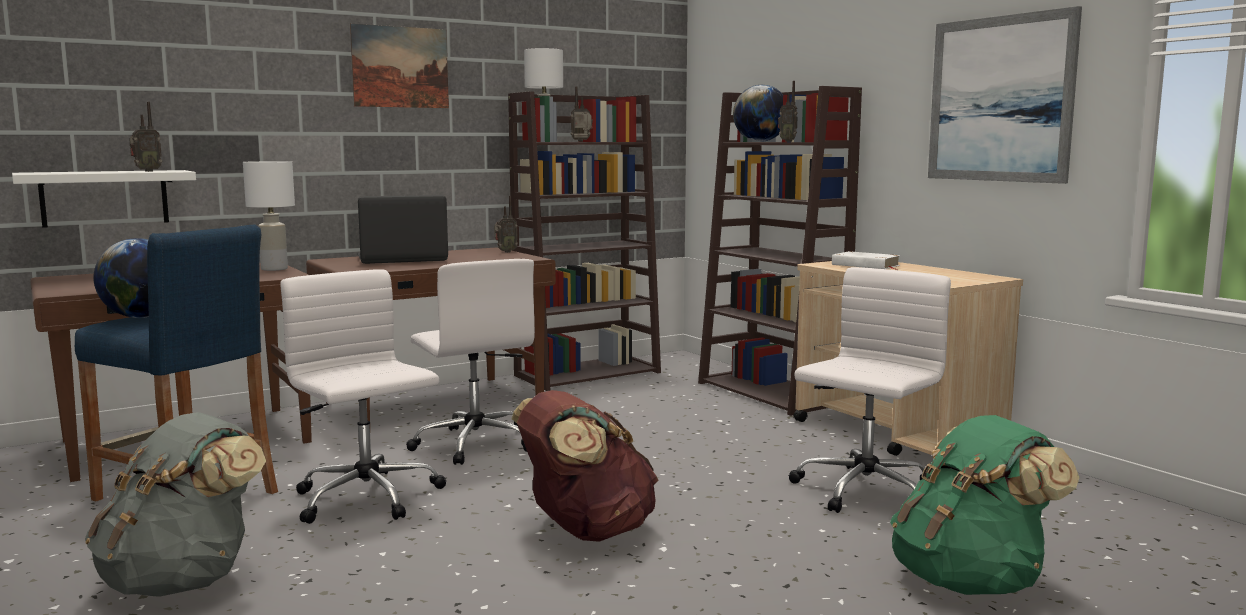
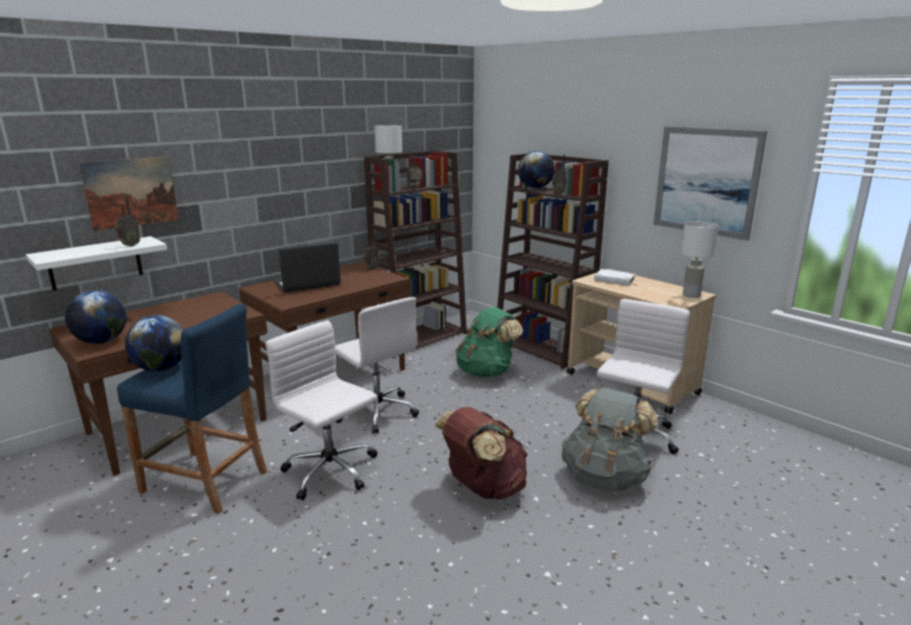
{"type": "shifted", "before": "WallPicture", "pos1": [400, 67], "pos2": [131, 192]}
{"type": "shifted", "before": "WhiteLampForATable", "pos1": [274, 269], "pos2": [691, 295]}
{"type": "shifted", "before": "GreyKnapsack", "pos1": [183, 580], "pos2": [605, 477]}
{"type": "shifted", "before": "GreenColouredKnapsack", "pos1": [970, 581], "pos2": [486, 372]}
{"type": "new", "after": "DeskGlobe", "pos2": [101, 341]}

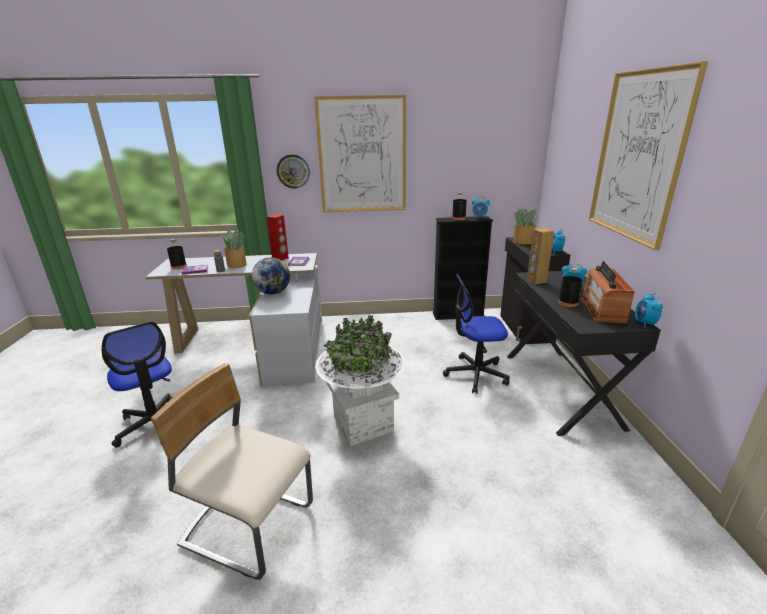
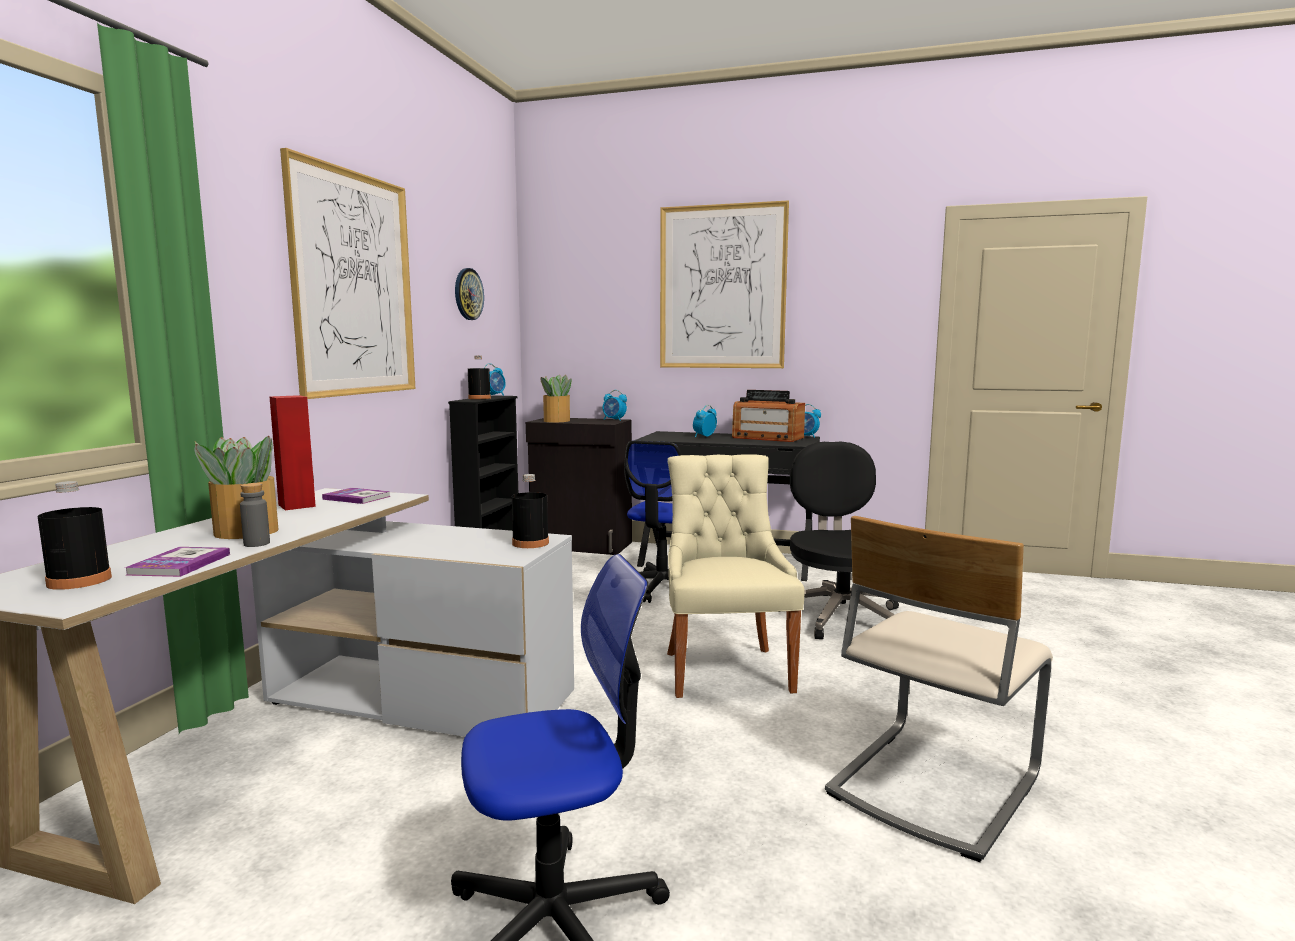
{"type": "shifted", "before": "ClockOnTheWall", "pos1": [293, 171], "pos2": [468, 294]}
{"type": "gone", "before": "BrownSpeaker", "pos1": [536, 281]}
{"type": "gone", "before": "DeskGlobe", "pos1": [273, 292]}
{"type": "shifted", "before": "BlackishDrinkBottle", "pos1": [568, 303], "pos2": [530, 543]}
{"type": "swapped", "before": "WhitePlantPot", "after": "SandColouredUprightChair", "pos1": [363, 424], "pos2": [725, 669]}
{"type": "new", "after": "BlackishComputerChair", "pos2": [839, 616]}

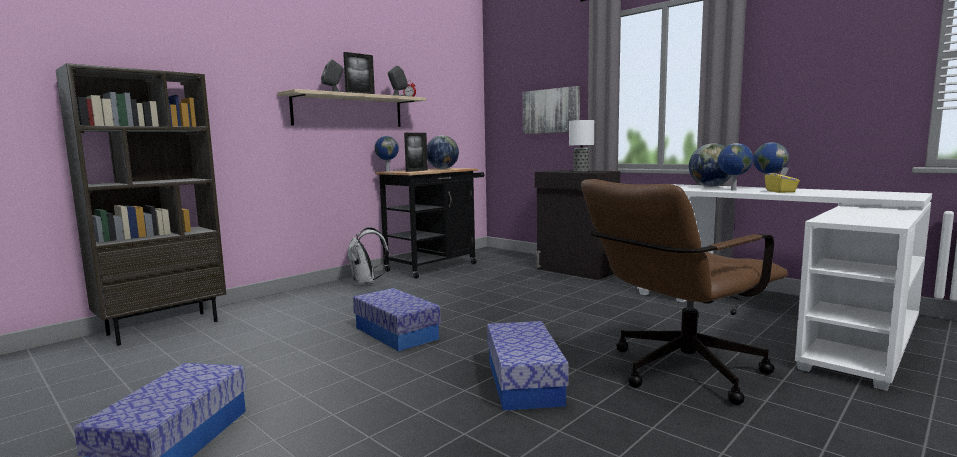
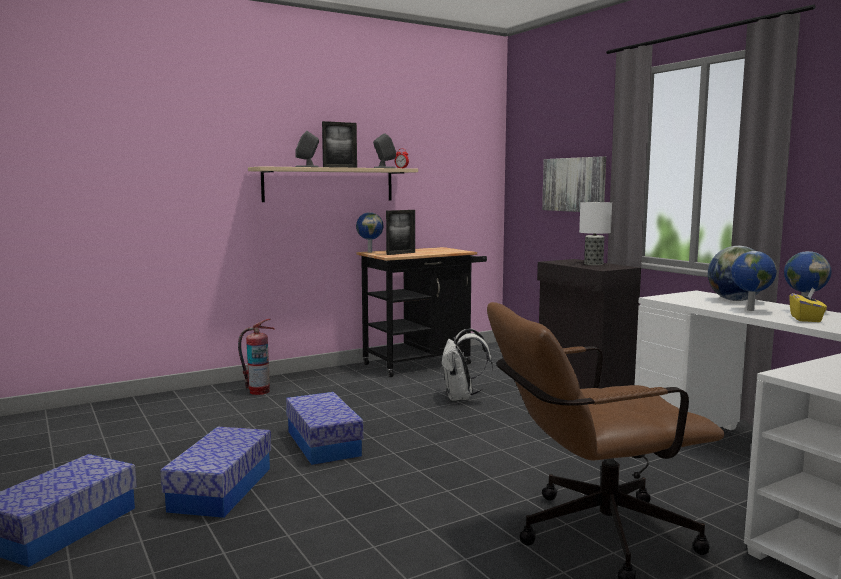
{"type": "gone", "before": "BrownShelvingUnit", "pos1": [164, 327]}
{"type": "gone", "before": "DeskGlobe", "pos1": [442, 169]}
{"type": "shifted", "before": "WhiteKnapsack", "pos1": [366, 283], "pos2": [462, 398]}
{"type": "shifted", "before": "StorageBin", "pos1": [524, 382], "pos2": [221, 489]}
{"type": "new", "after": "FireFightingCylinder", "pos2": [259, 391]}

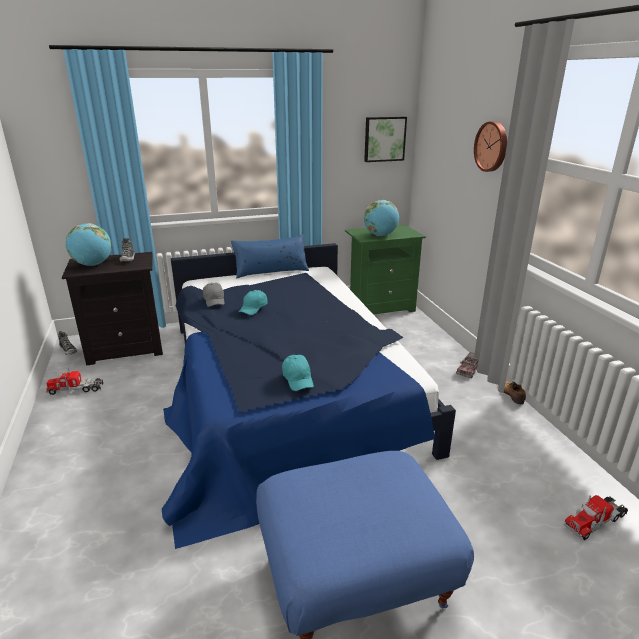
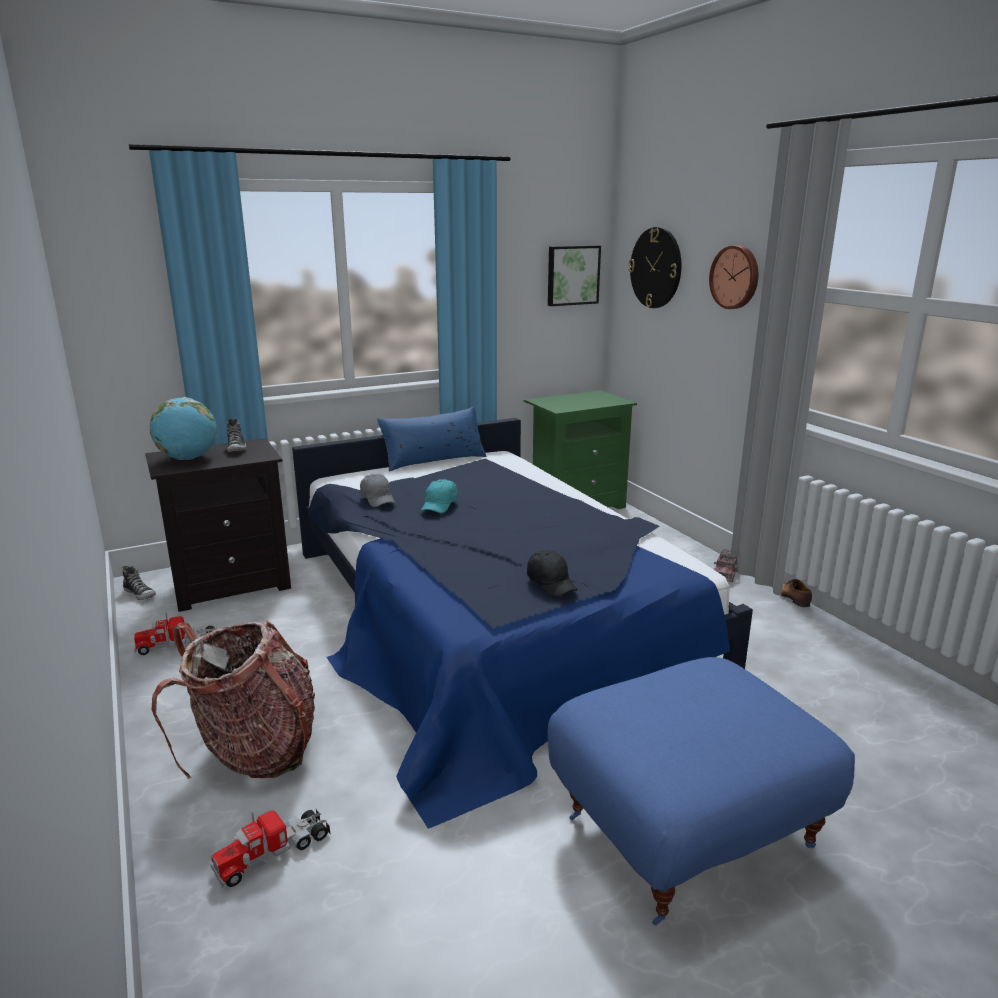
{"type": "gone", "before": "DeskGlobe", "pos1": [380, 235]}
{"type": "repainted", "before": "TurquoiseColouredCap", "after": "BlackishCap", "pos1": [298, 379], "pos2": [551, 583]}
{"type": "shifted", "before": "ModelTruck", "pos1": [595, 521], "pos2": [273, 852]}
{"type": "new", "after": "ClockOnTheWall", "pos2": [656, 268]}
{"type": "new", "after": "Knapsack", "pos2": [255, 751]}

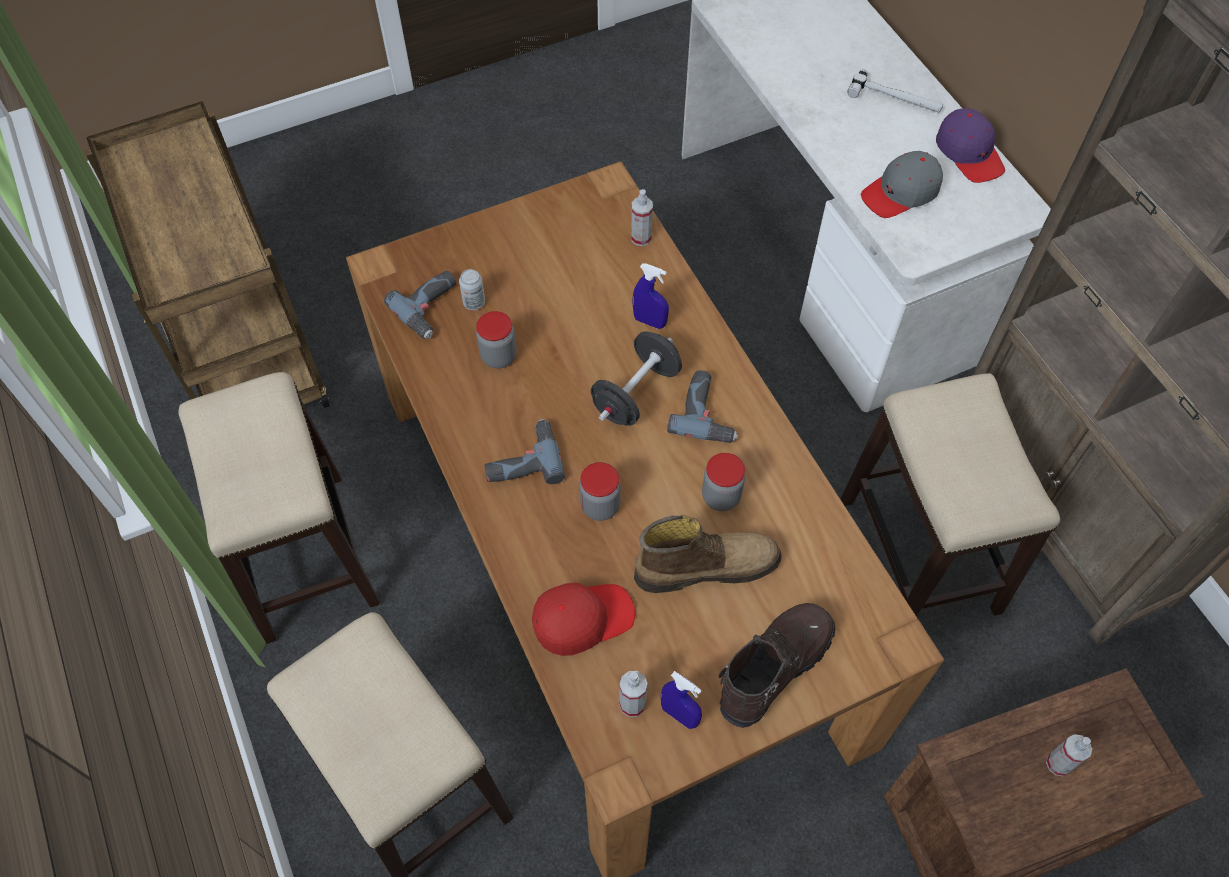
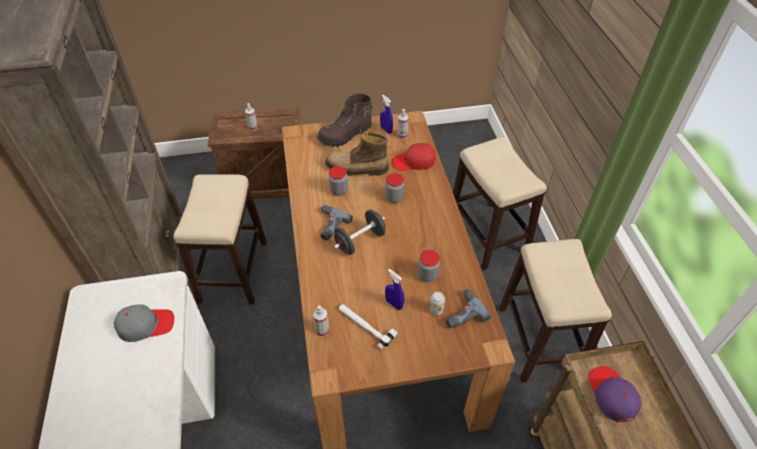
{"type": "shifted", "before": "ToolHammer", "pos1": [895, 99], "pos2": [365, 325]}
{"type": "shifted", "before": "PurpleCap", "pos1": [969, 153], "pos2": [611, 395]}
{"type": "shifted", "before": "BluishHandSprayer", "pos1": [649, 321], "pos2": [394, 304]}
{"type": "gone", "before": "Drill", "pos1": [522, 459]}

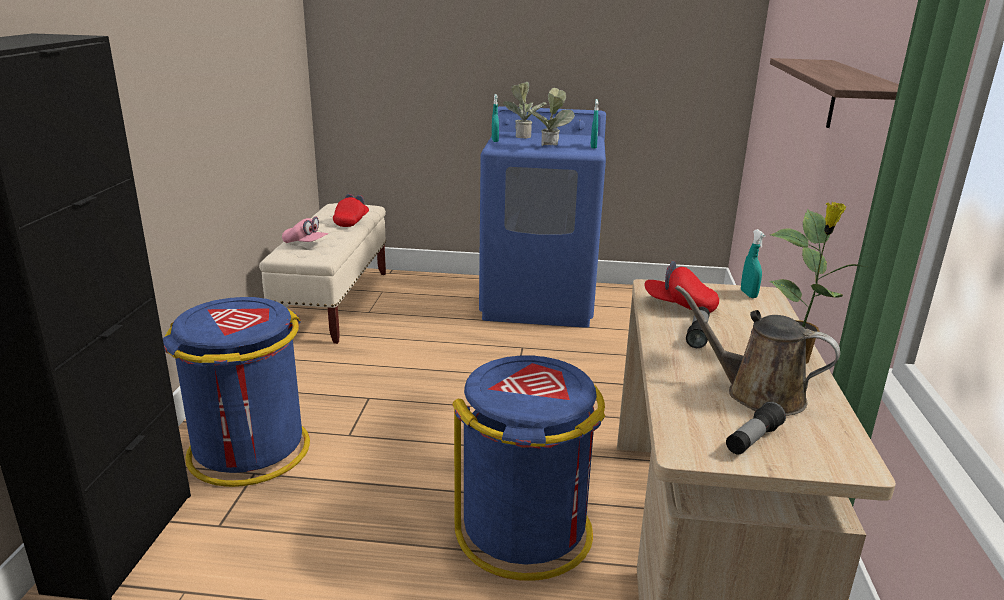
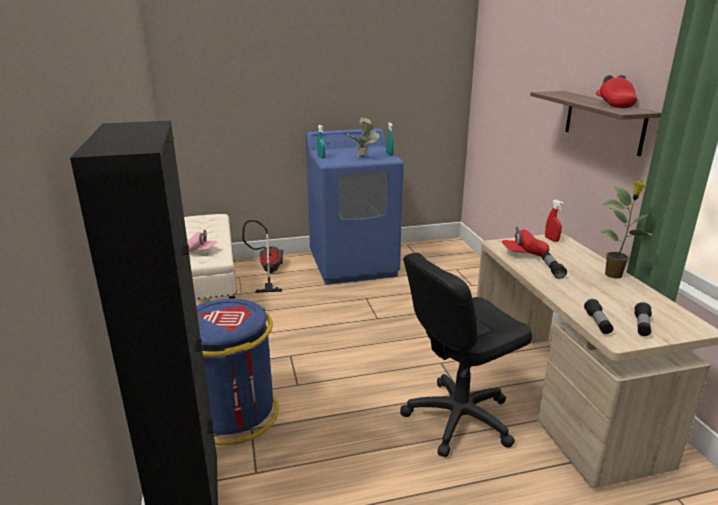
{"type": "gone", "before": "PottedPlant", "pos1": [522, 136]}
{"type": "shifted", "before": "RedCap", "pos1": [351, 221], "pos2": [614, 105]}
{"type": "repainted", "before": "TurquoiseColouredHandSprayer", "after": "RedHandSprayer", "pos1": [748, 294], "pos2": [551, 239]}
{"type": "gone", "before": "BrownWateringPot", "pos1": [757, 394]}
{"type": "swapped", "before": "BluishRubbishBin", "after": "BlackishComputerChair", "pos1": [525, 532], "pos2": [458, 418]}
{"type": "new", "after": "Hoover", "pos2": [268, 272]}
{"type": "new", "after": "Torch", "pos2": [597, 323]}

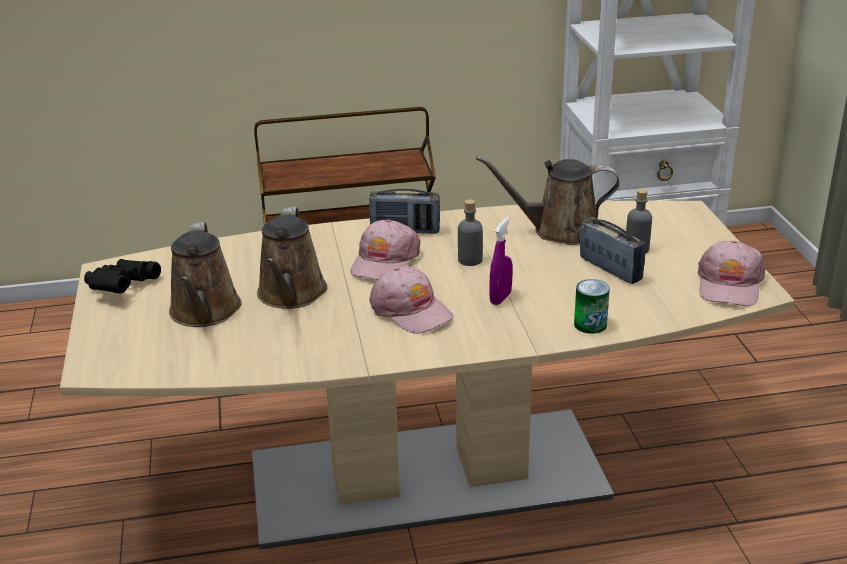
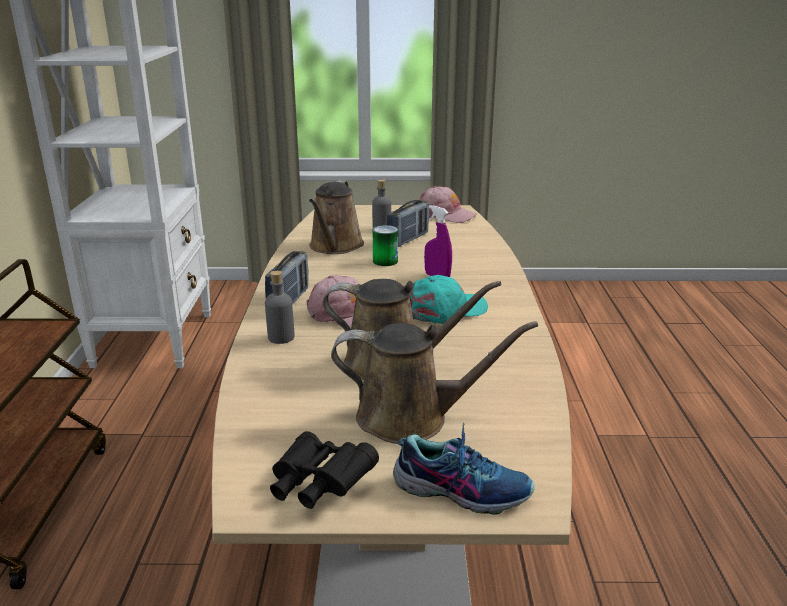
{"type": "shifted", "before": "GreyDrinkBottle", "pos1": [470, 260], "pos2": [281, 337]}
{"type": "rotated", "before": "Radio", "pos1": [610, 269], "pos2": [408, 239], "turn": 150}
{"type": "repainted", "before": "PinkCap", "after": "TurquoiseColouredCap", "pos1": [411, 310], "pos2": [445, 310]}
{"type": "shifted", "before": "MetalCan", "pos1": [590, 324], "pos2": [385, 261]}
{"type": "new", "after": "Shoe", "pos2": [462, 489]}

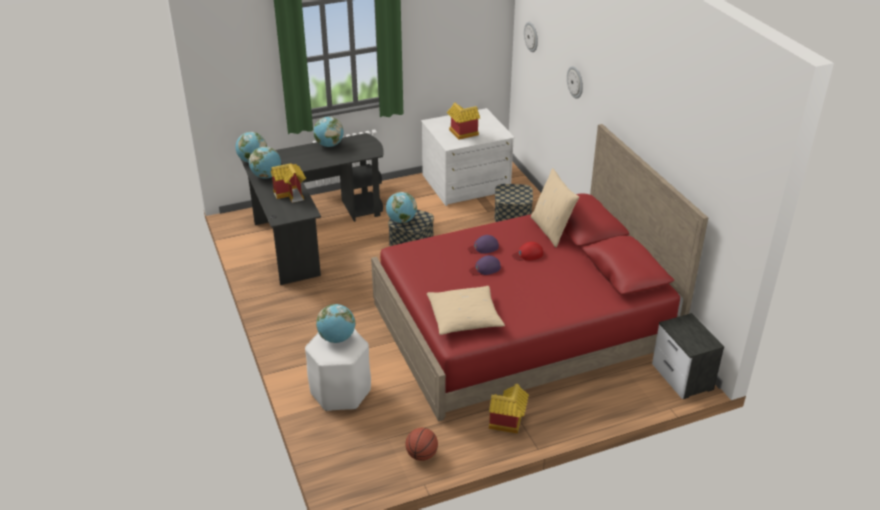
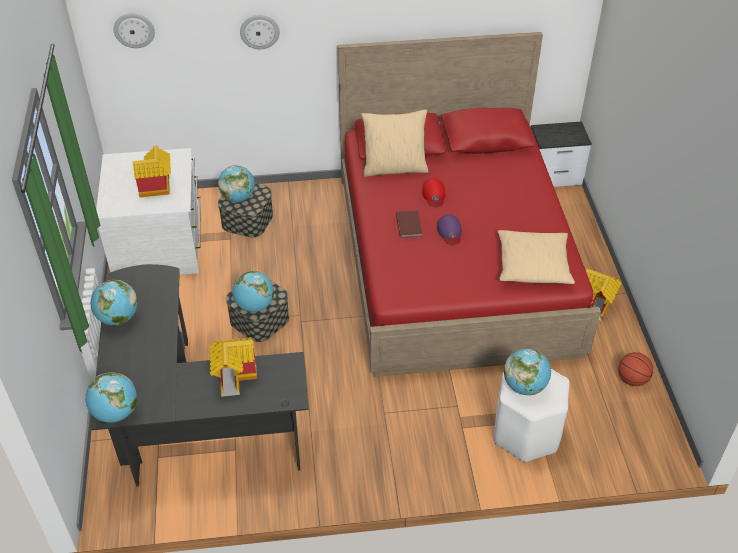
{"type": "shifted", "before": "DeskGlobe", "pos1": [266, 176], "pos2": [238, 197]}
{"type": "swapped", "before": "PurpleCap", "after": "BrownBoundBook", "pos1": [483, 247], "pos2": [409, 225]}

